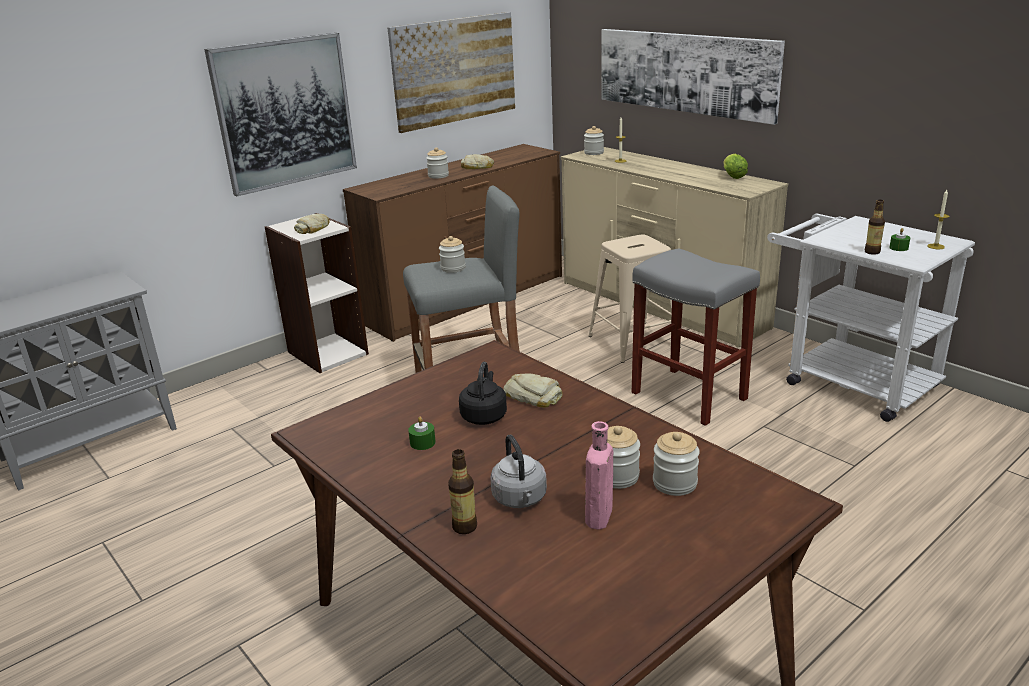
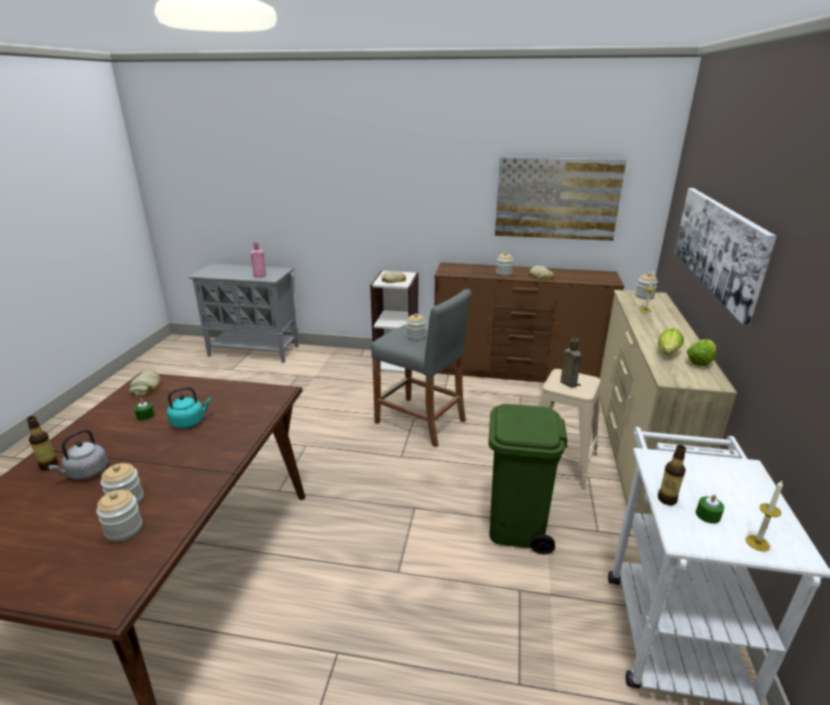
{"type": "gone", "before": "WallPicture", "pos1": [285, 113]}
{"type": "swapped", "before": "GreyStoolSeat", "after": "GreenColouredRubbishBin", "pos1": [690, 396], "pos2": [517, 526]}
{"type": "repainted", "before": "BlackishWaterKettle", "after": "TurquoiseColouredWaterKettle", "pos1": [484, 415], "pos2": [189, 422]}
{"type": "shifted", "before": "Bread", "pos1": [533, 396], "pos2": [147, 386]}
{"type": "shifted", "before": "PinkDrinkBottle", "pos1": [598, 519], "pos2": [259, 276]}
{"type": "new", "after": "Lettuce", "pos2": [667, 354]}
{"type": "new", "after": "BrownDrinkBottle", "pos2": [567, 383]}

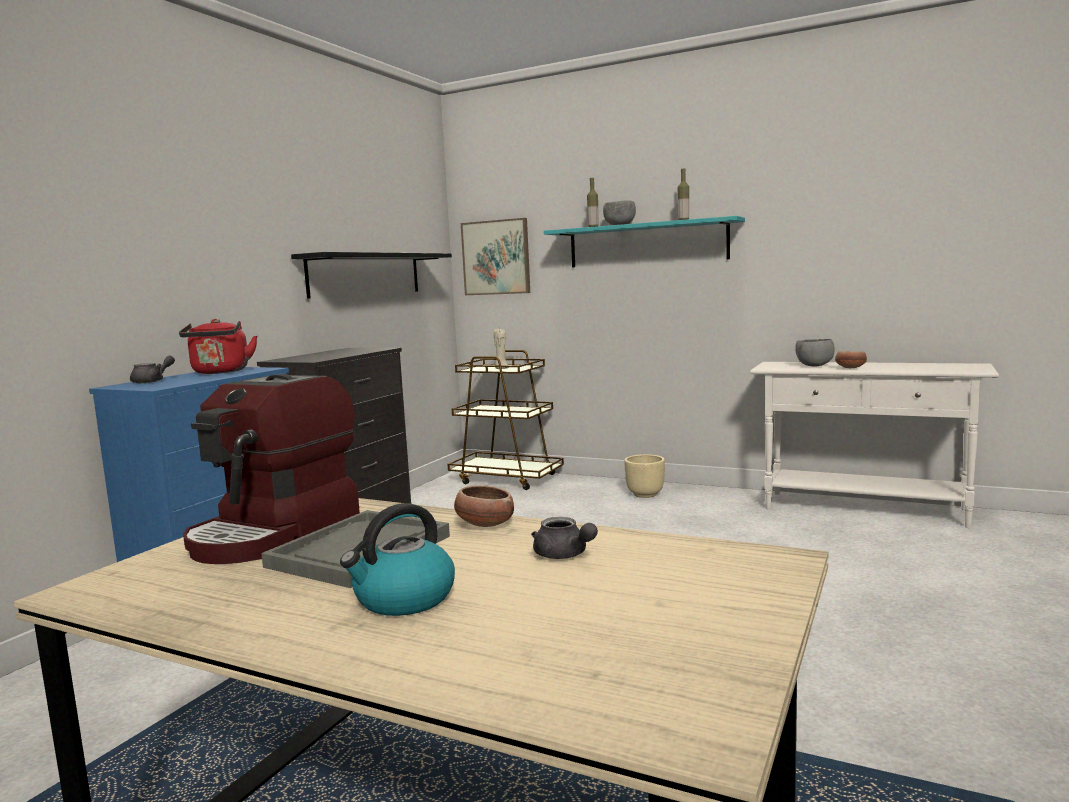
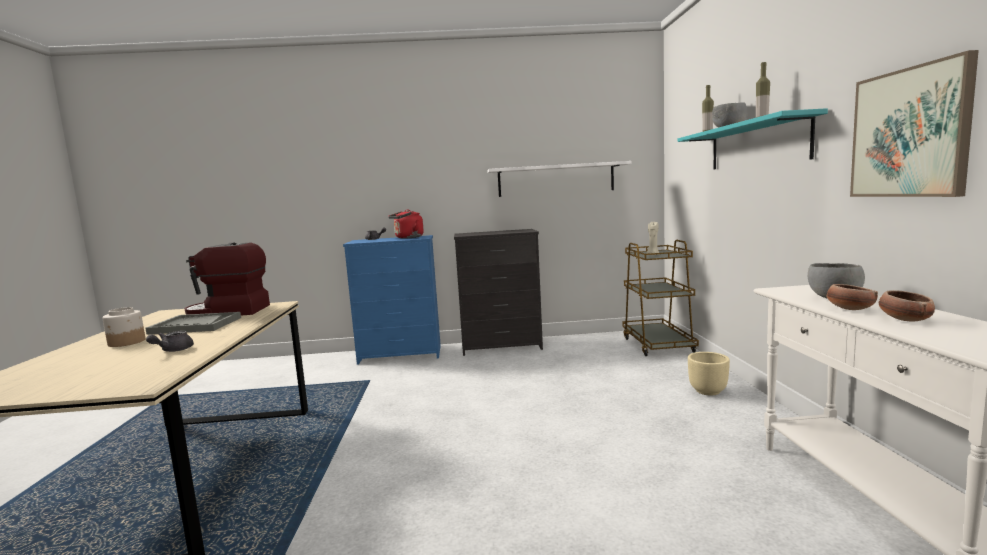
{"type": "shifted", "before": "WallPicture", "pos1": [496, 257], "pos2": [909, 133]}
{"type": "repainted", "before": "BlackishWallShelf", "after": "WhiteWallShelf", "pos1": [365, 274], "pos2": [556, 179]}
{"type": "shifted", "before": "Bowl", "pos1": [484, 524], "pos2": [904, 319]}
{"type": "swapped", "before": "WaterKettle", "after": "Jar", "pos1": [403, 599], "pos2": [126, 342]}

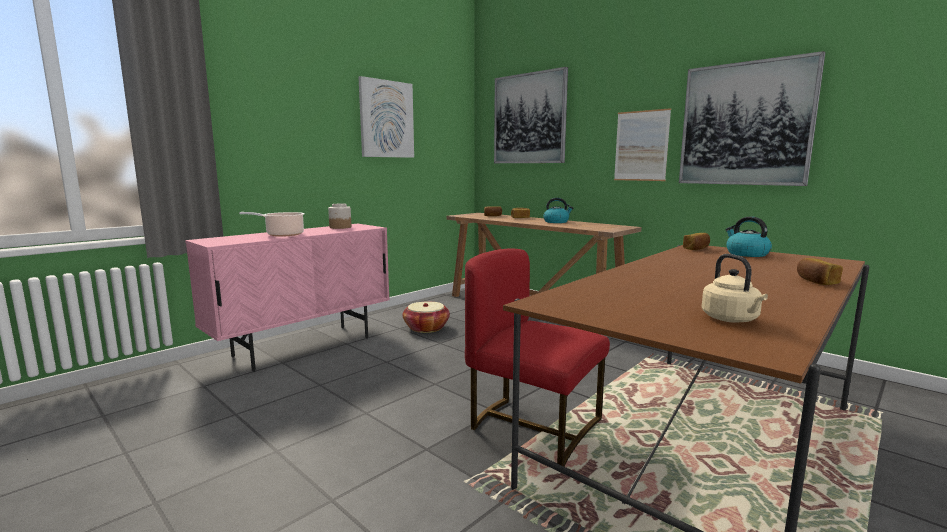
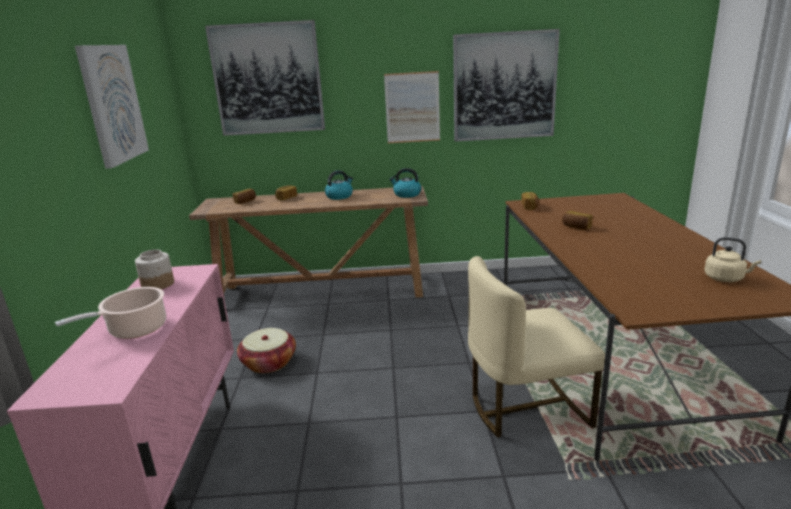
{"type": "shifted", "before": "WaterKettle", "pos1": [746, 254], "pos2": [406, 194]}
{"type": "repainted", "before": "RedUprightChair", "after": "SandColouredUprightChair", "pos1": [533, 427], "pos2": [526, 407]}
{"type": "shifted", "before": "Bread", "pos1": [815, 281], "pos2": [576, 227]}

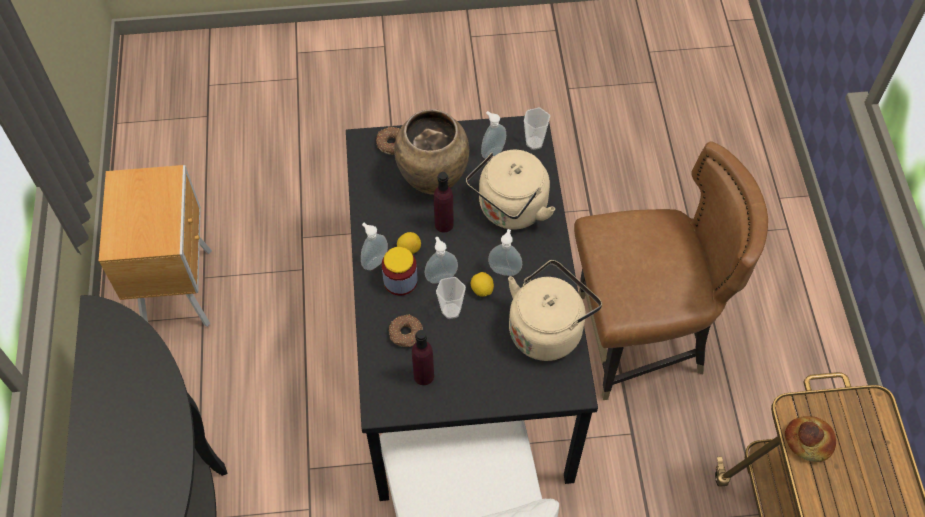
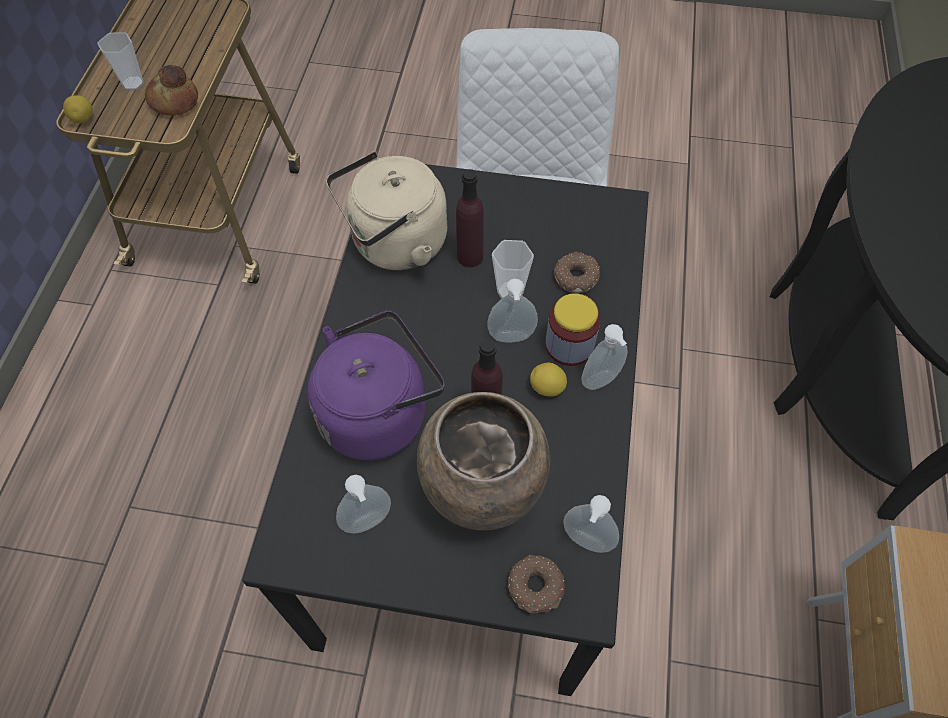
{"type": "shifted", "before": "DrinkingCup", "pos1": [534, 143], "pos2": [133, 83]}
{"type": "gone", "before": "BrownUprightChair", "pos1": [639, 340]}
{"type": "repainted", "before": "SandColouredWaterKettle", "after": "PurpleWaterKettle", "pos1": [510, 210], "pos2": [379, 413]}
{"type": "shifted", "before": "LiquidSoapBottle", "pos1": [505, 269], "pos2": [585, 542]}
{"type": "shifted", "before": "Lemon", "pos1": [482, 290], "pos2": [83, 119]}
{"type": "shifted", "before": "PurpleDrinkBottle", "pos1": [423, 375], "pos2": [470, 257]}

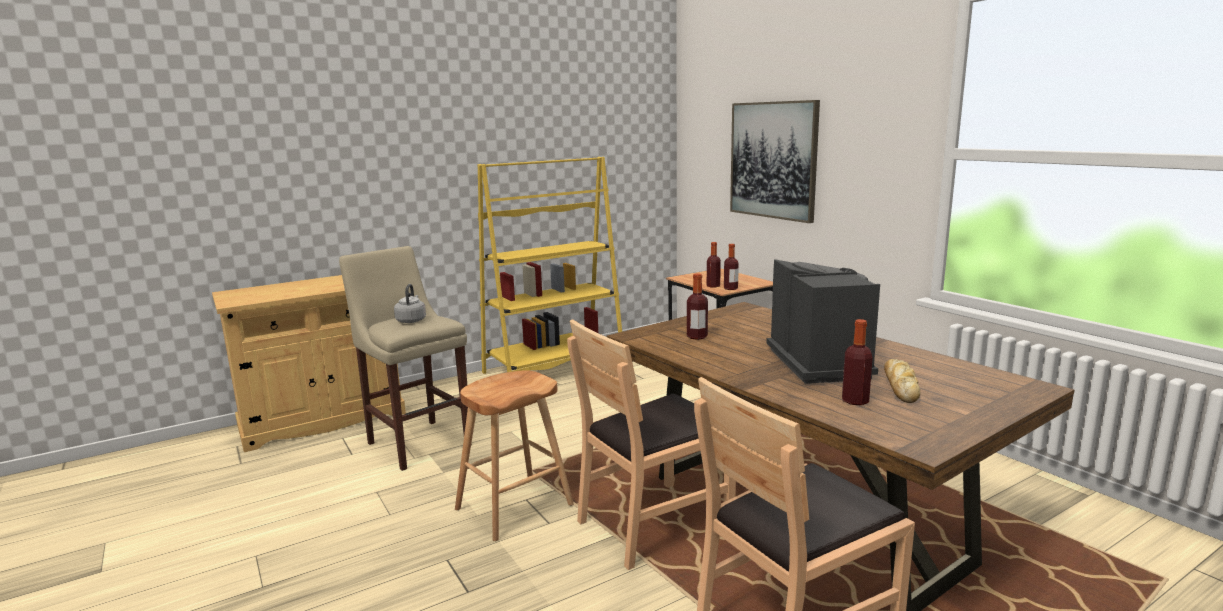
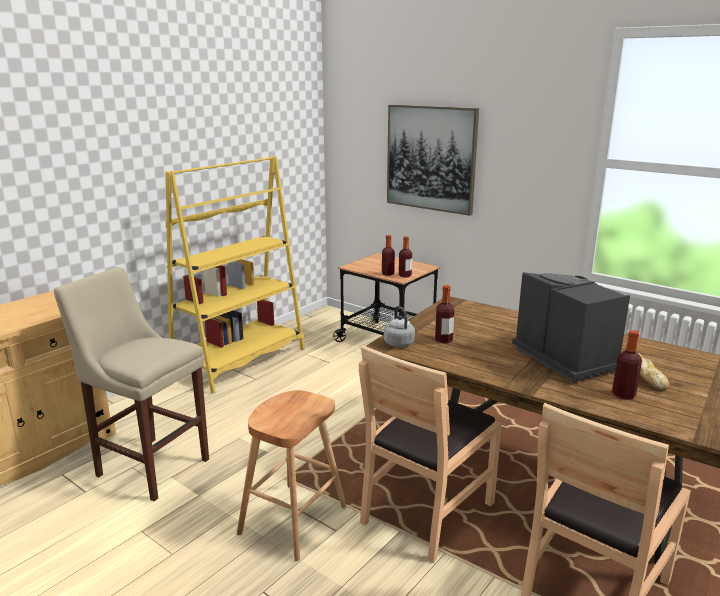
{"type": "shifted", "before": "GreyWaterKettle", "pos1": [411, 320], "pos2": [398, 342]}

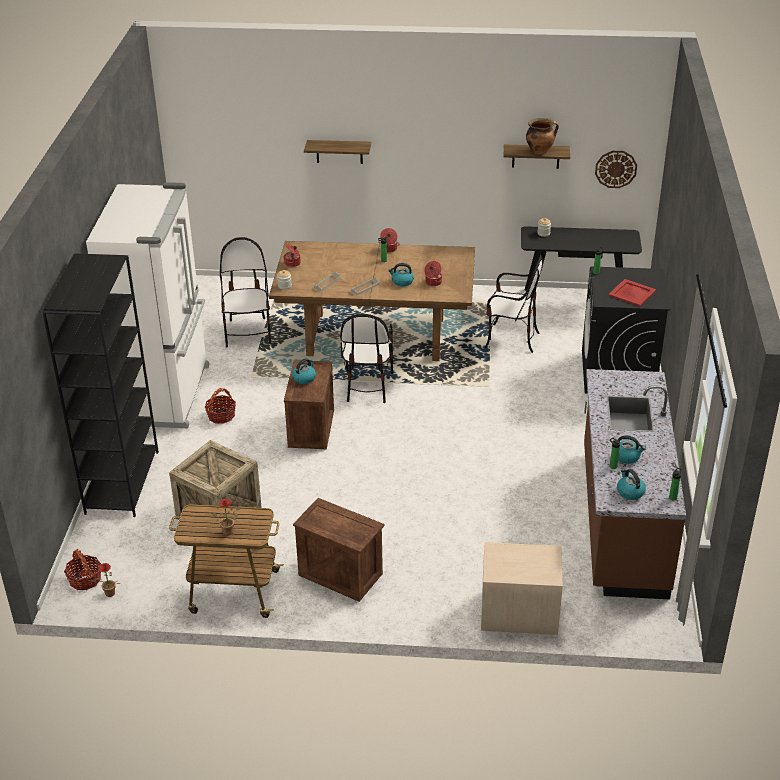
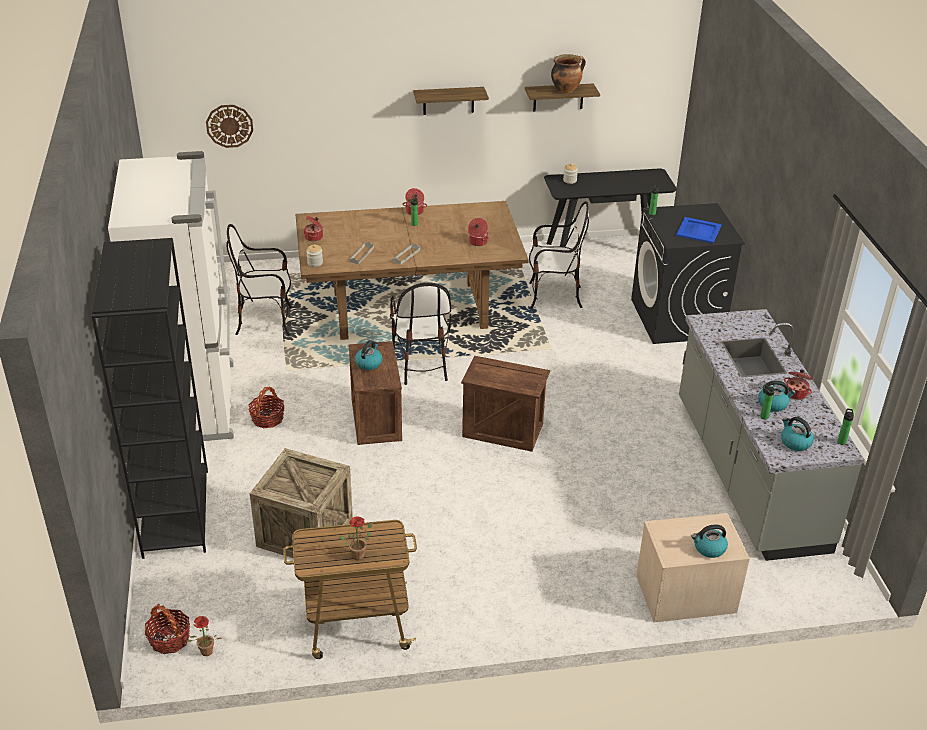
{"type": "shifted", "before": "WallShelf", "pos1": [339, 151], "pos2": [448, 100]}
{"type": "shifted", "before": "ClockOnTheWall", "pos1": [616, 169], "pos2": [229, 125]}
{"type": "rotated", "before": "UprightChair", "pos1": [248, 333], "pos2": [265, 322], "turn": -75}
{"type": "shifted", "before": "WaterKettle", "pos1": [402, 281], "pos2": [709, 548]}
{"type": "repainted", "before": "RedTray", "after": "BluishTray", "pos1": [632, 293], "pos2": [698, 230]}
{"type": "repainted", "before": "BrownKitchenCounter", "after": "GreyKitchenCounter", "pos1": [621, 520], "pos2": [748, 474]}
{"type": "shifted", "before": "Crate", "pos1": [339, 575], "pos2": [502, 431]}
{"type": "new", "after": "Stockpot", "pos2": [796, 393]}

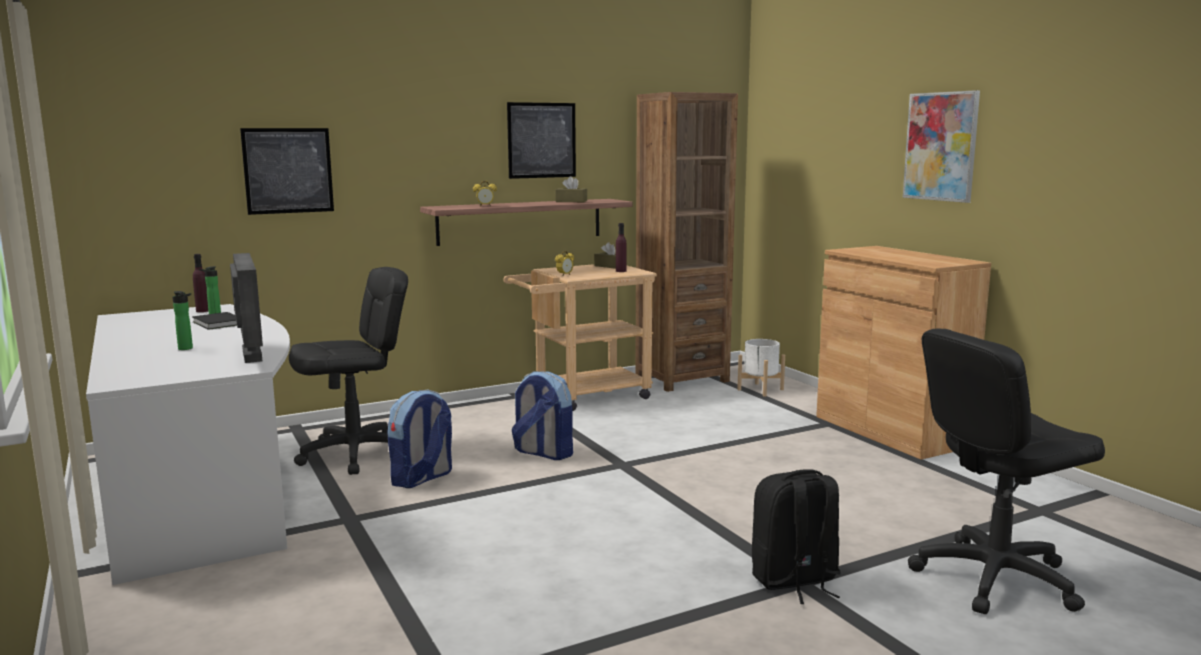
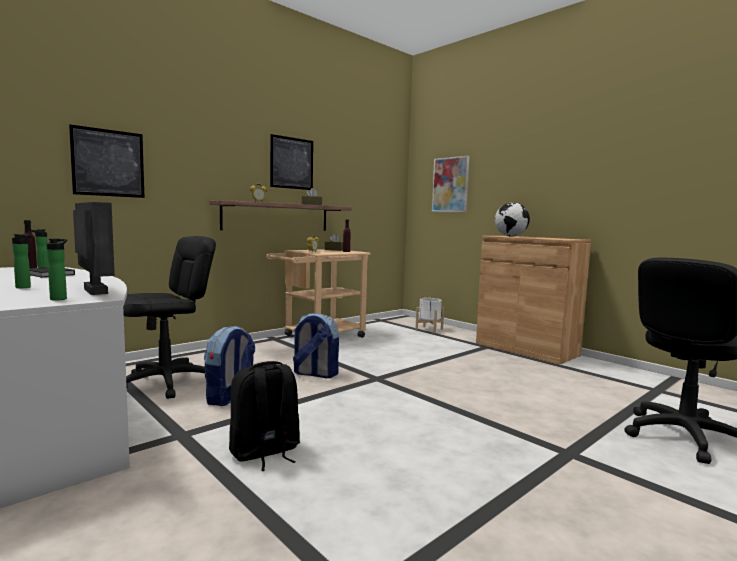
{"type": "shifted", "before": "WallPicture", "pos1": [940, 146], "pos2": [450, 184]}
{"type": "gone", "before": "BrownShelvingUnit", "pos1": [681, 379]}
{"type": "shifted", "before": "BlackishKnapsack", "pos1": [795, 581], "pos2": [265, 452]}
{"type": "new", "after": "DeskGlobe", "pos2": [511, 236]}
{"type": "new", "after": "DrinkBottle", "pos2": [60, 299]}

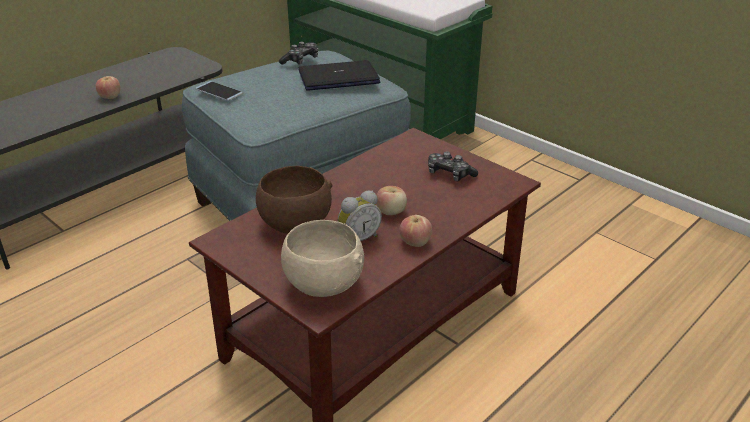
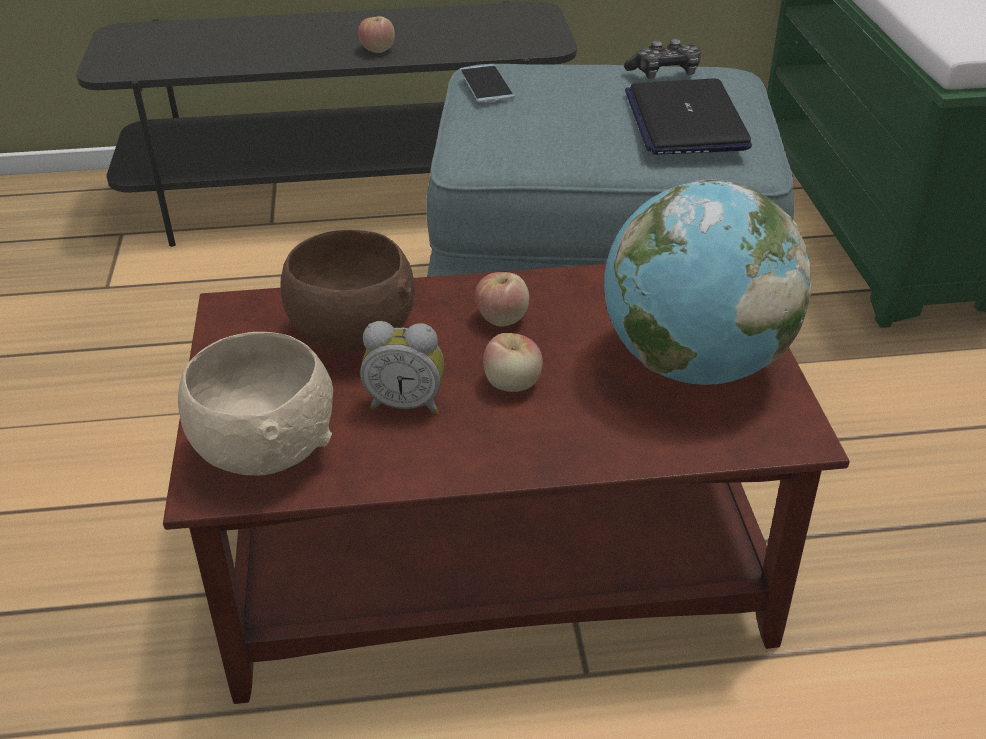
{"type": "rotated", "before": "Laptop", "pos1": [339, 77], "pos2": [685, 120], "turn": -120}
{"type": "swapped", "before": "Joypad", "after": "DeskGlobe", "pos1": [449, 174], "pos2": [693, 364]}
{"type": "shifted", "before": "AppleFruit", "pos1": [415, 242], "pos2": [502, 318]}

